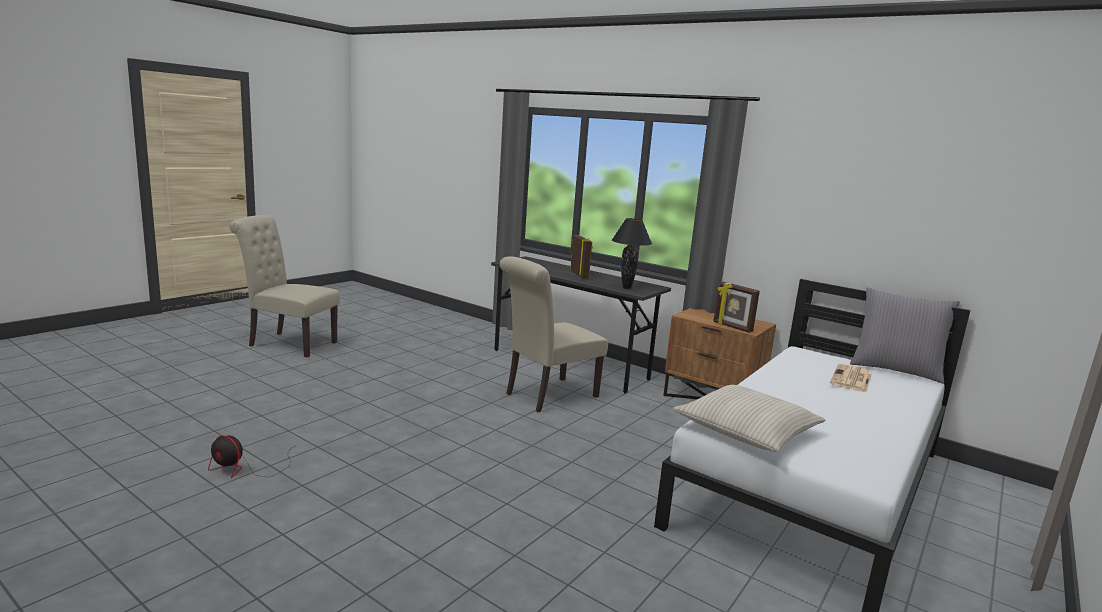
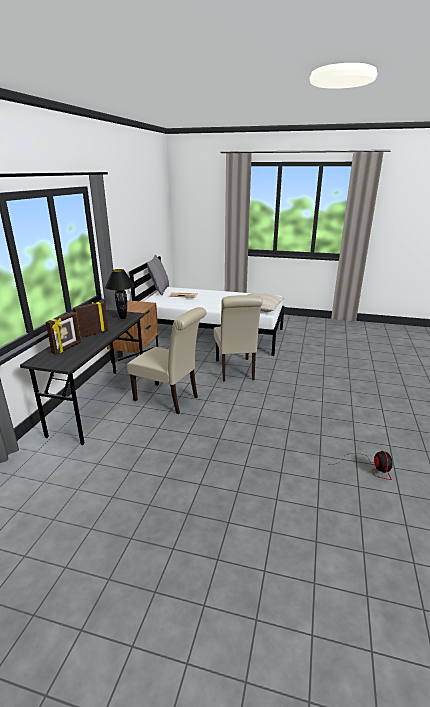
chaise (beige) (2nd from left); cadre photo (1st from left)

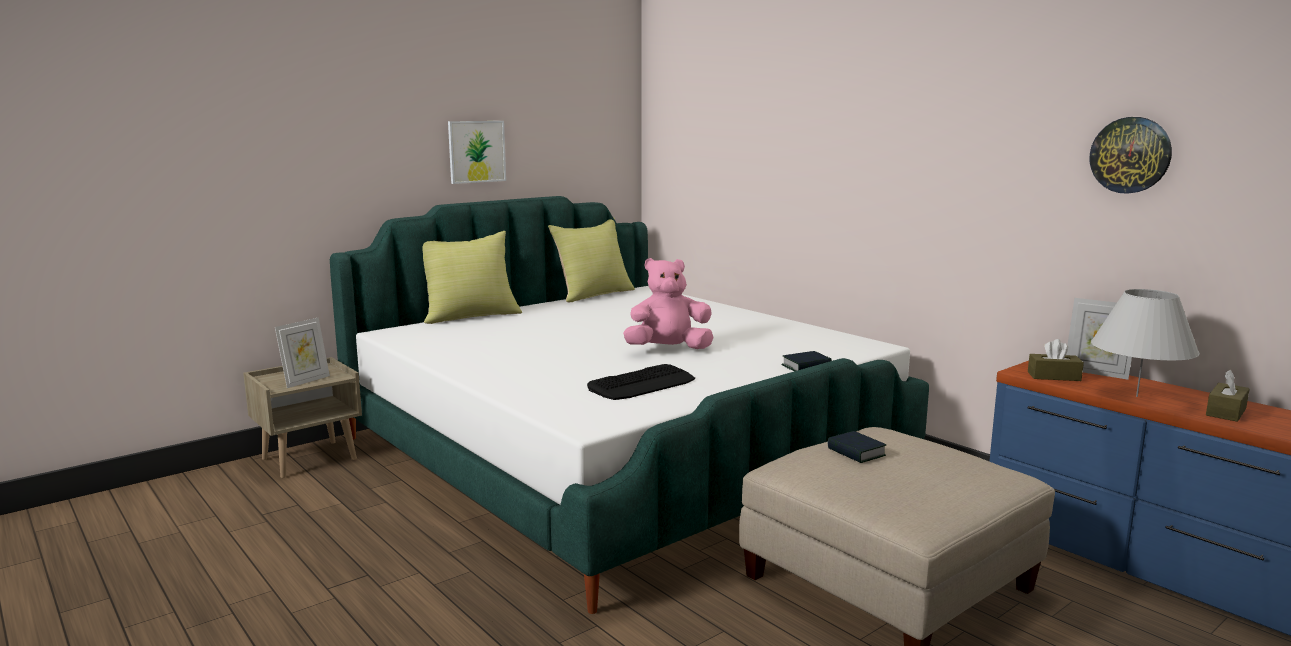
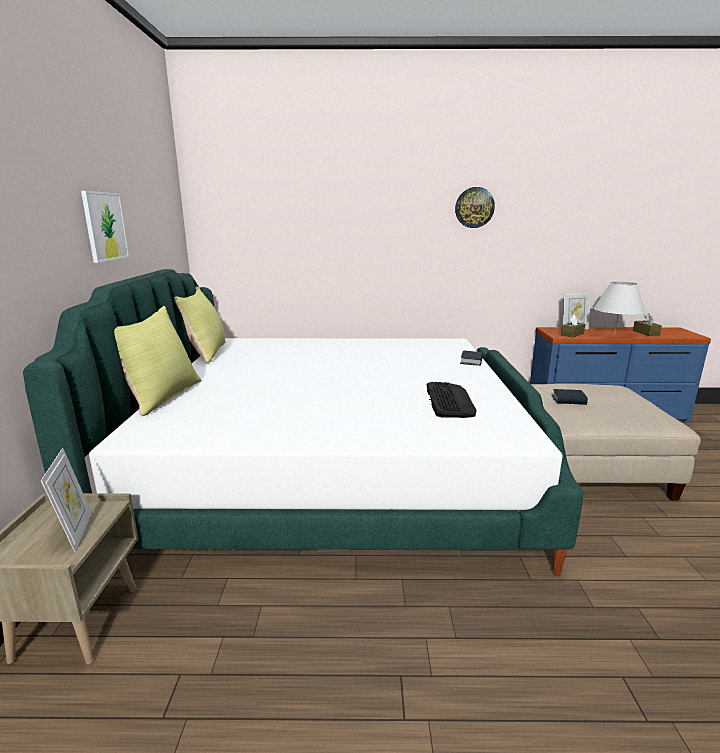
peluche (rose); horloge murale

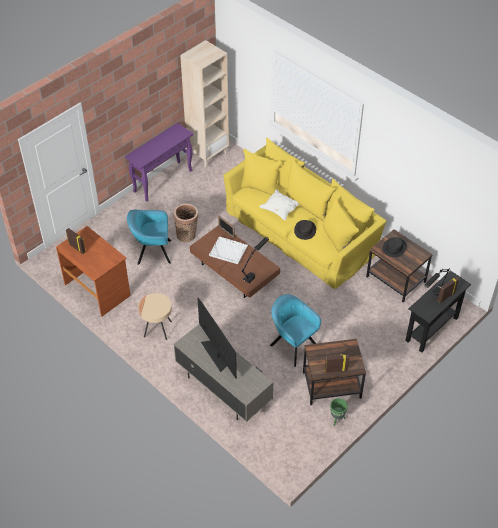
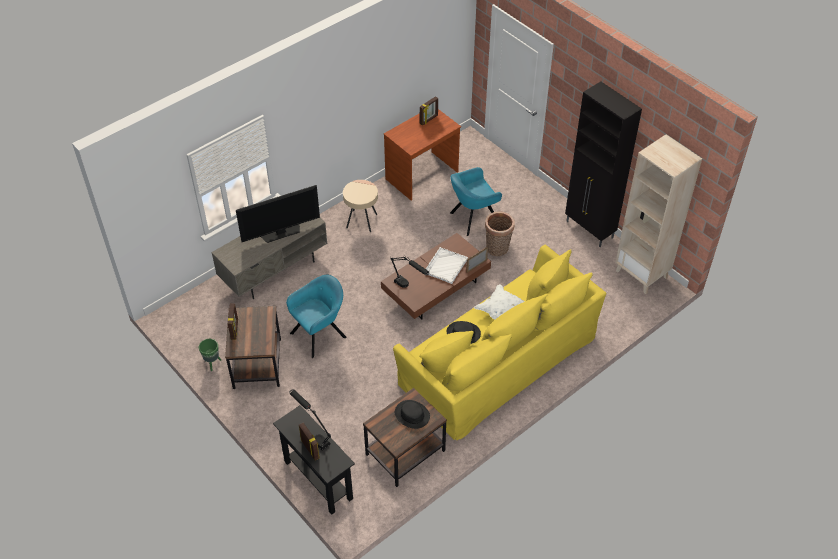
meuble de rangement (noir); fauteuil (turquoise) (2nd from left)

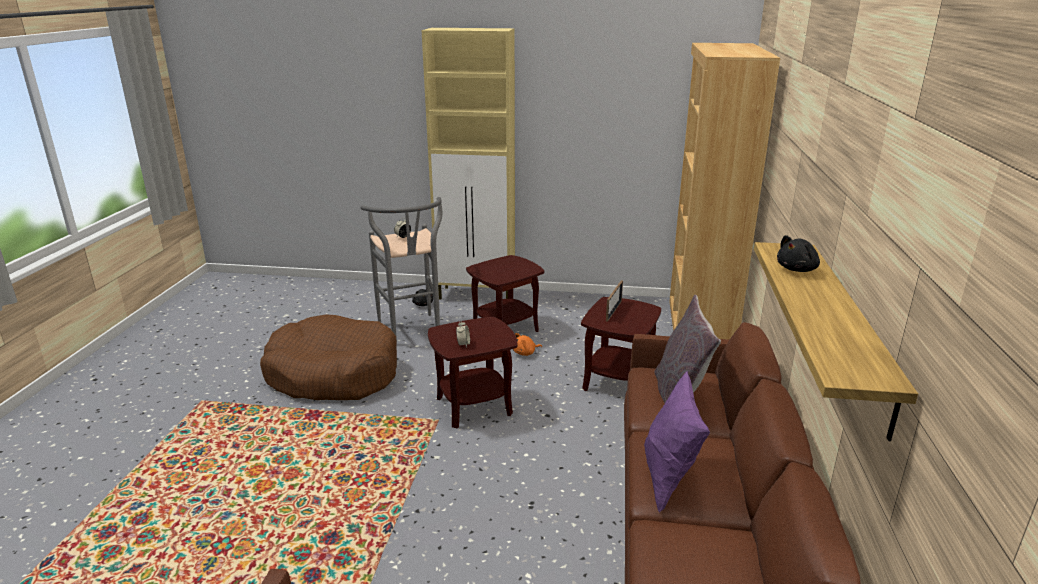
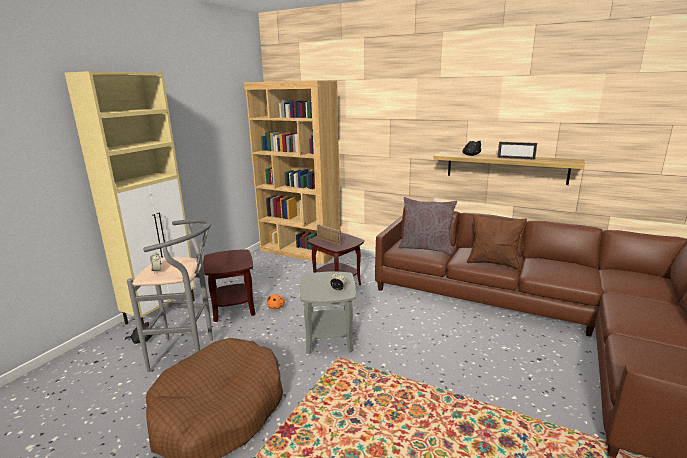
cadre photo (2nd from left); table d'appoint (gris); coussin (marron)

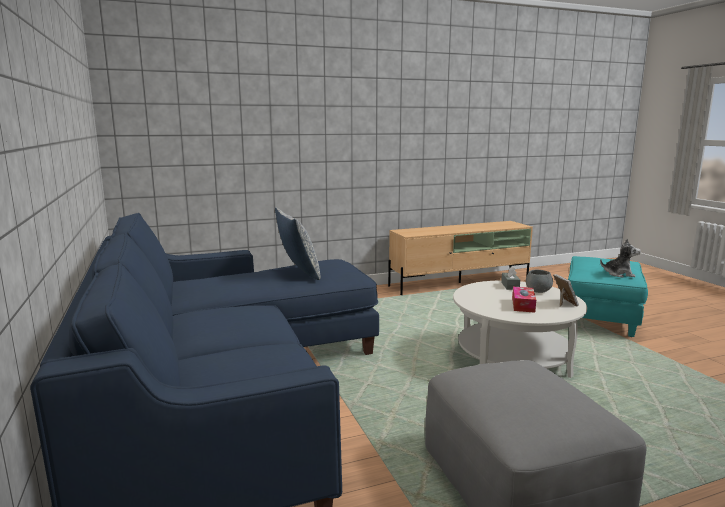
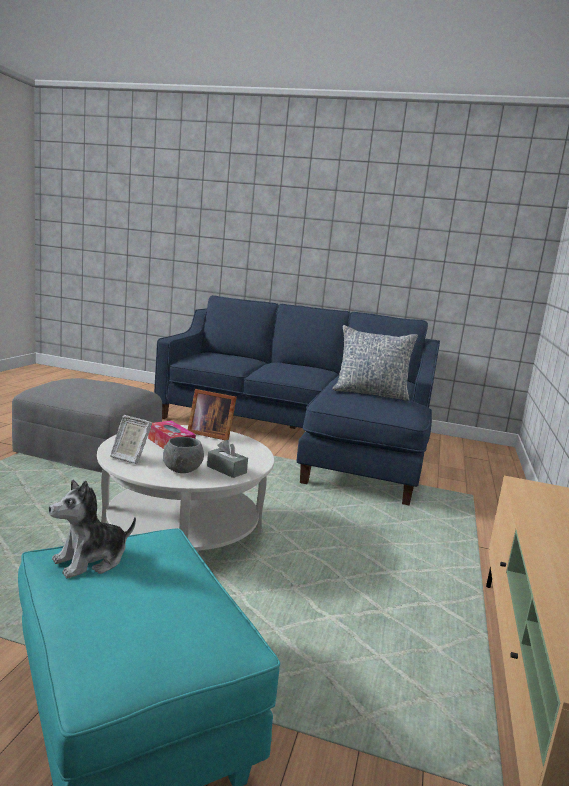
cadre photo (2nd from left)

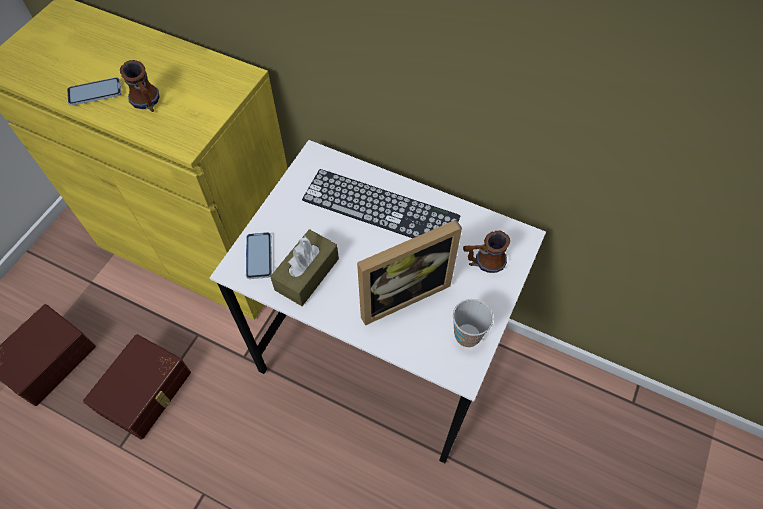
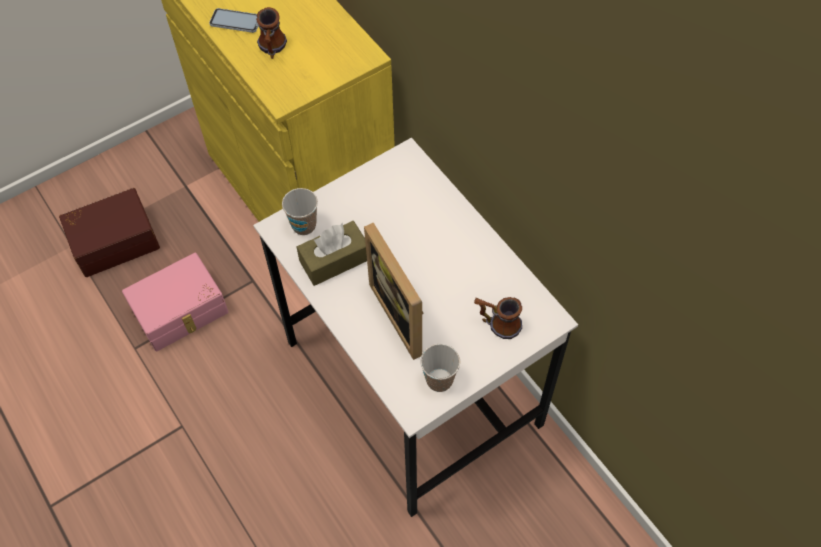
clavier; tasse (1st from left); boîte de rangement (rose); cadre photo

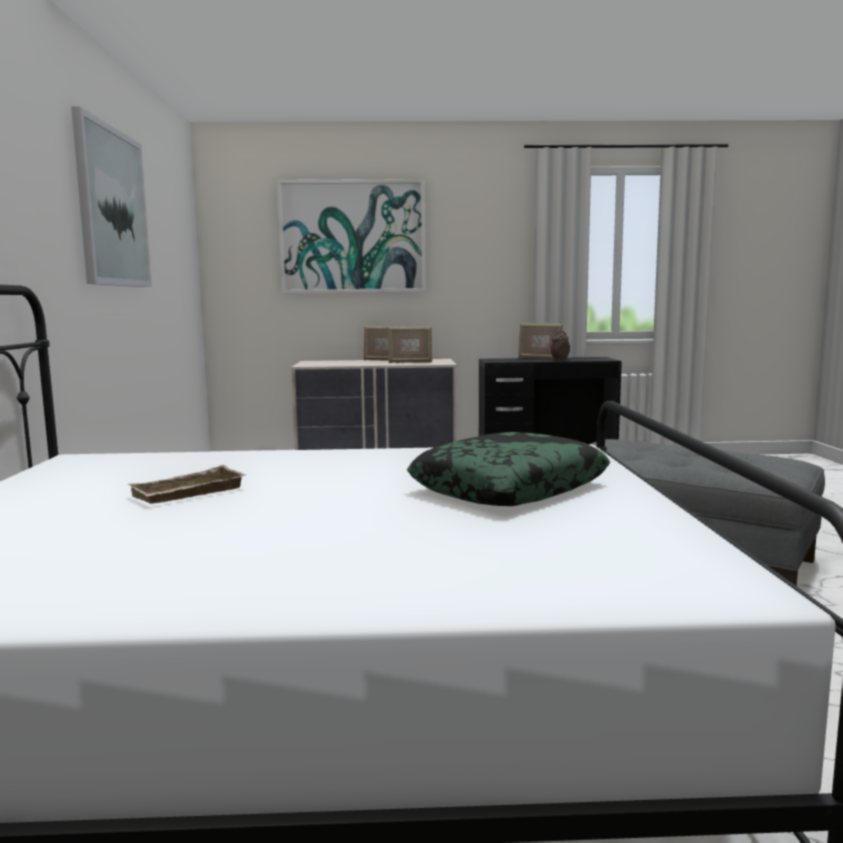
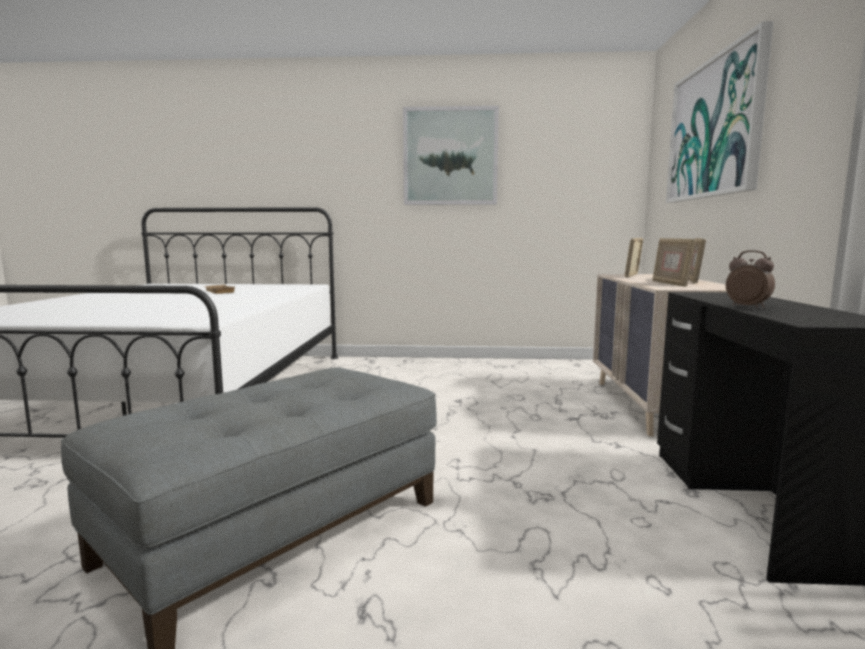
coussin; cadre photo (1st from left)

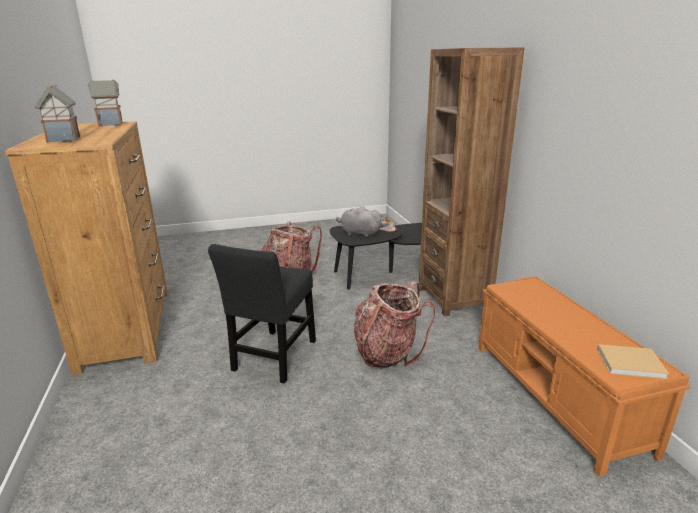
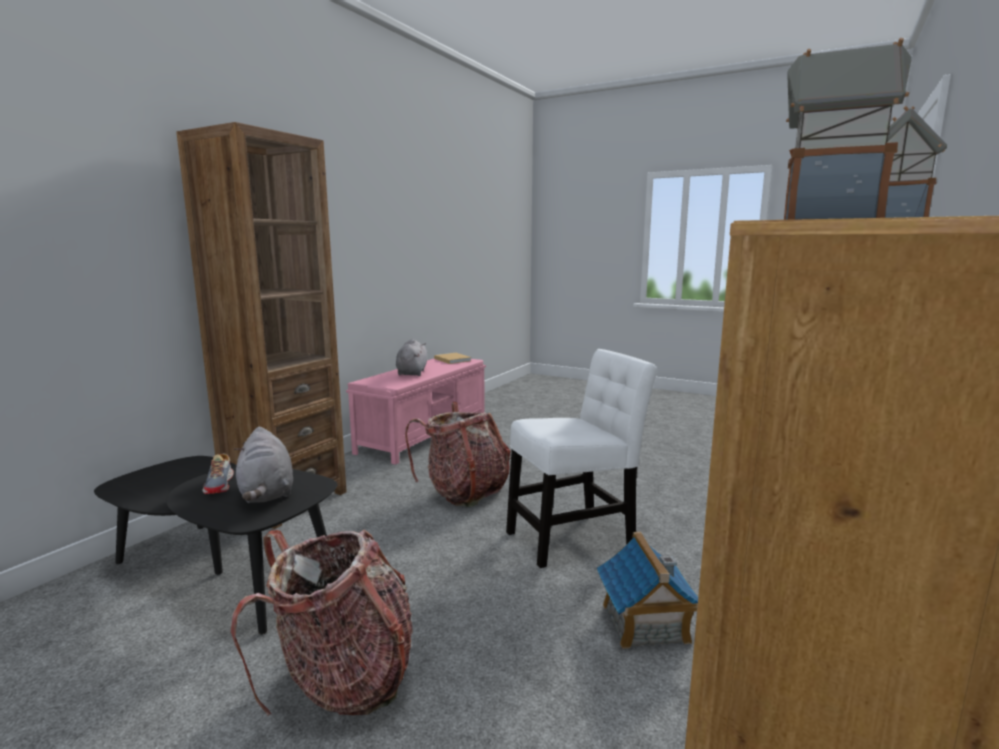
peluche (gris) (2nd from left); maison miniature (1st from left); chaise (blanc); banc (rose)

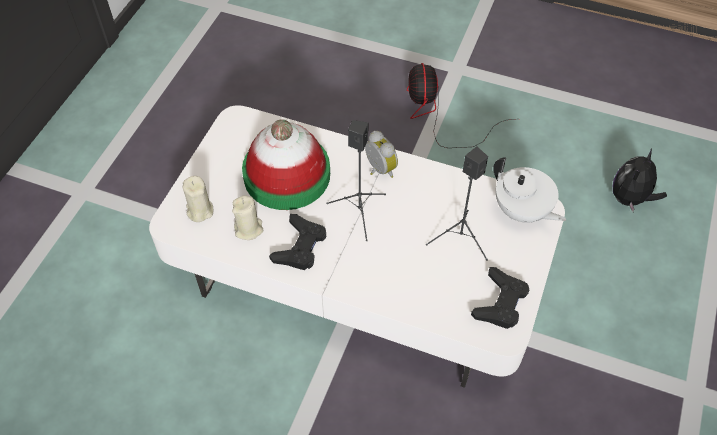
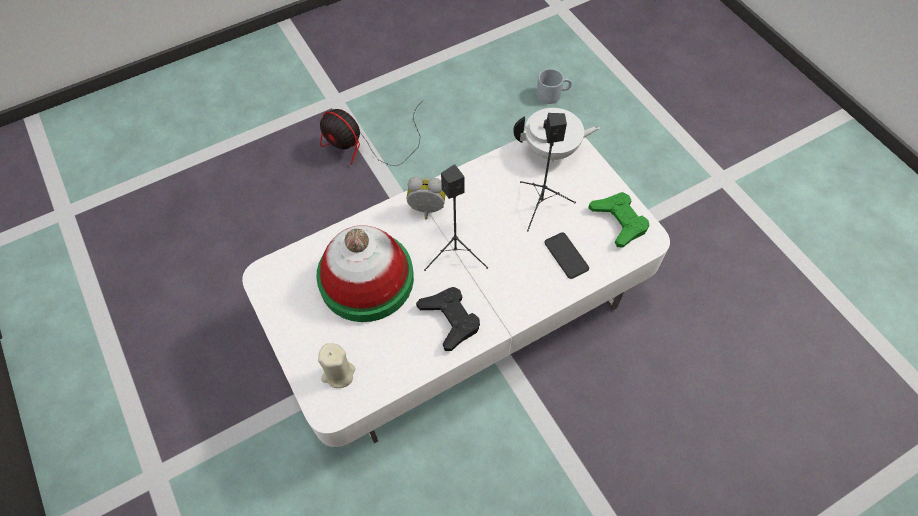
bougie (beige) (2nd from left in the first image); téléphone; mug (gris); manette (vert)

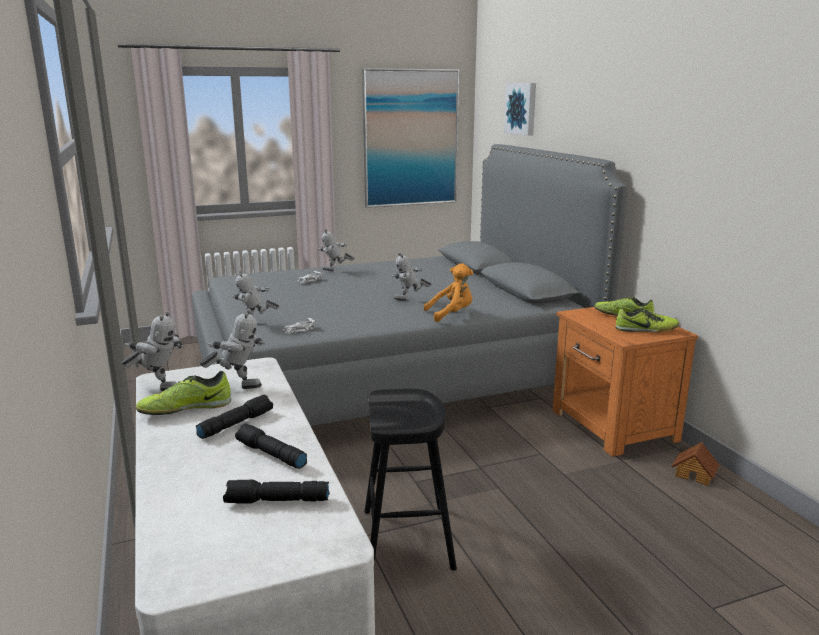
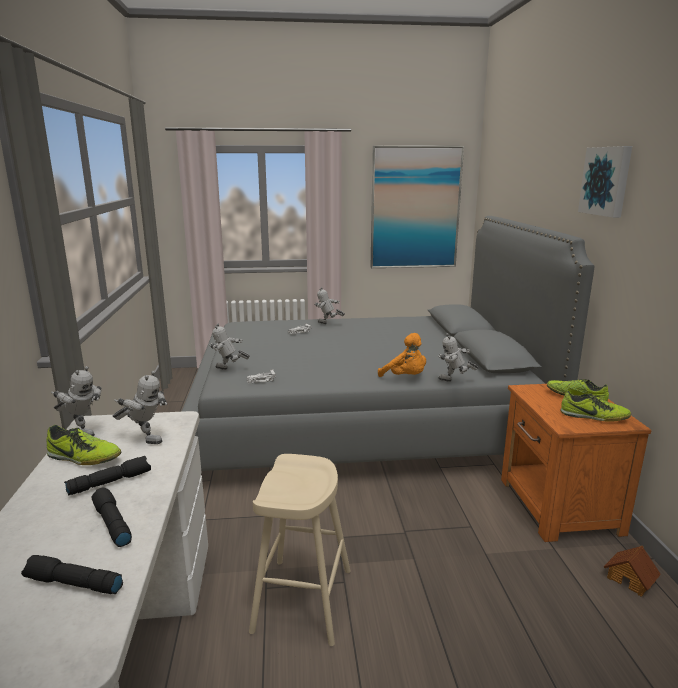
robot jouet (5th from left); tableau (2nd from left); tabouret (beige); chaussure (1st from left); peluche (orange)

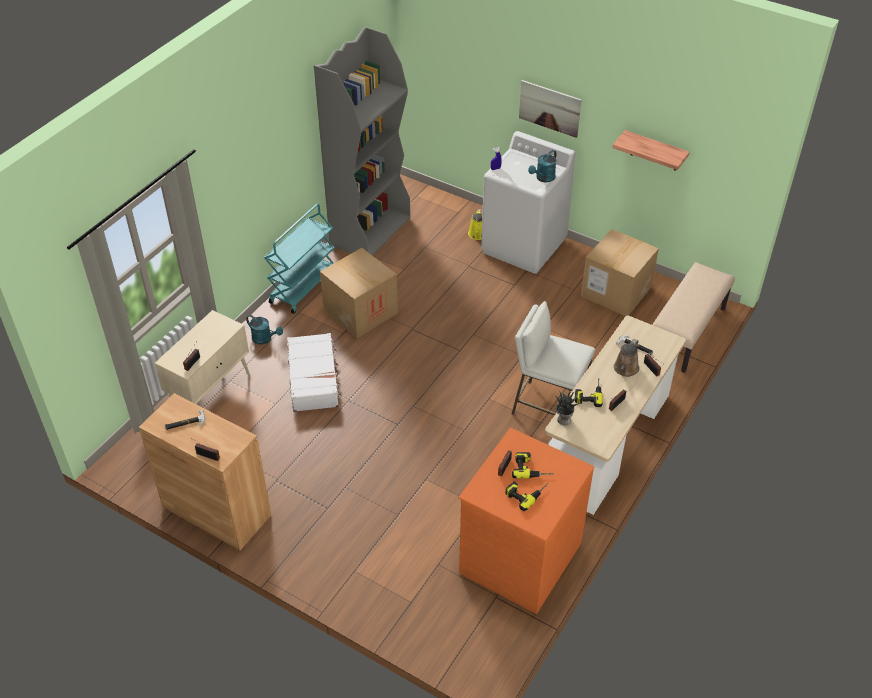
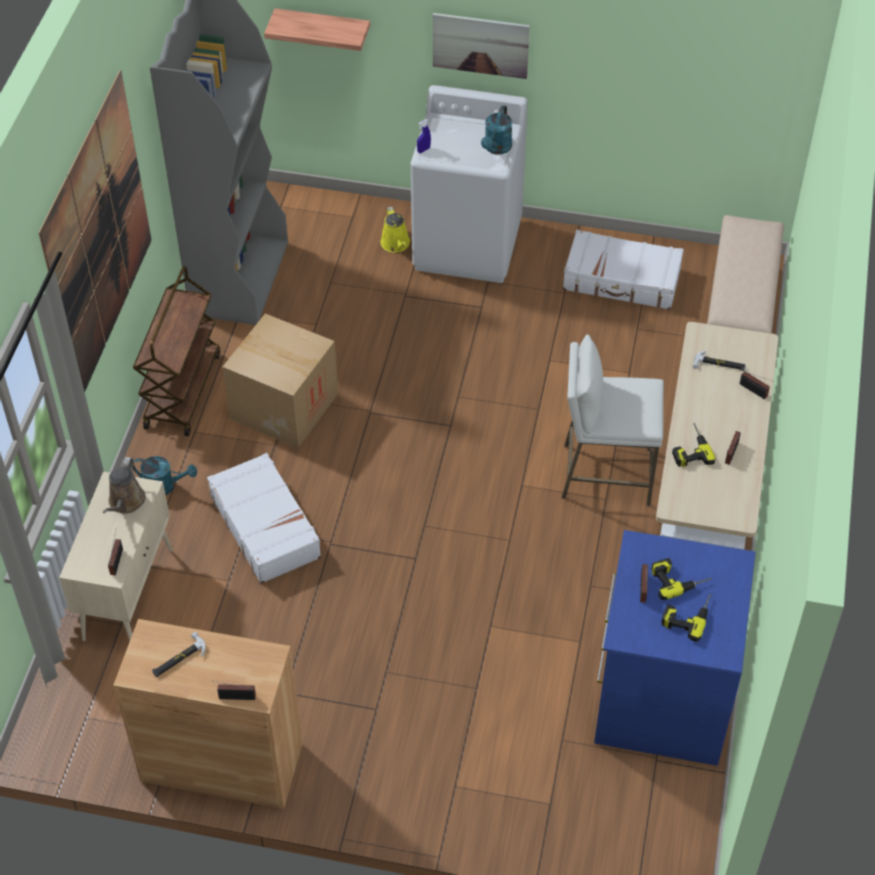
plante en pot; tableau (1st from left); étagère; arrosoir (marron); valise (blanc) (2nd from left); chariot (marron); commode (bleu)

